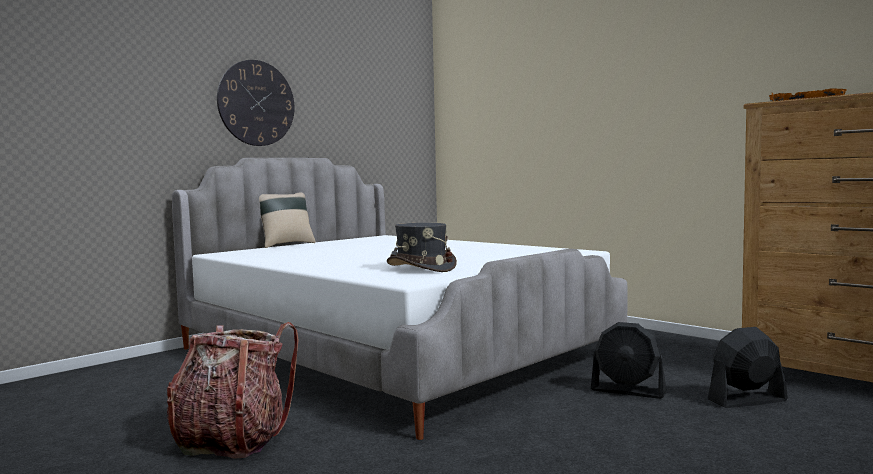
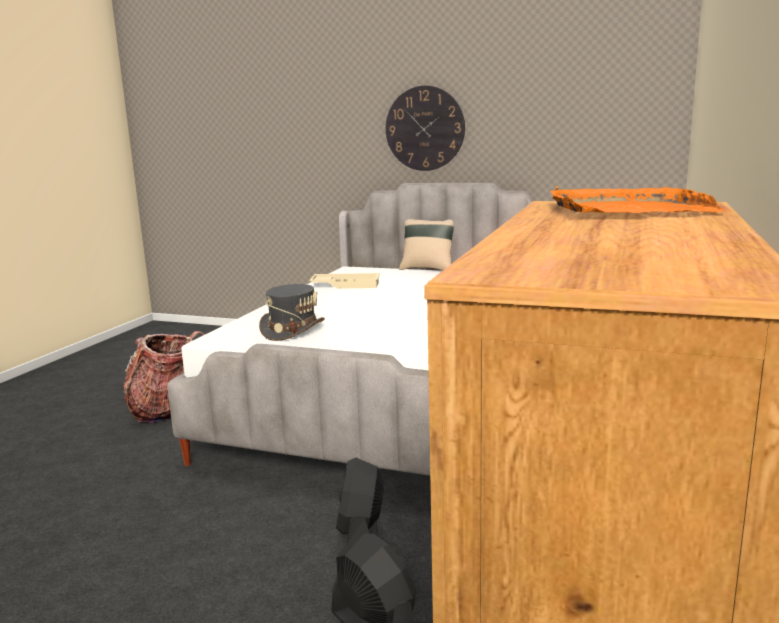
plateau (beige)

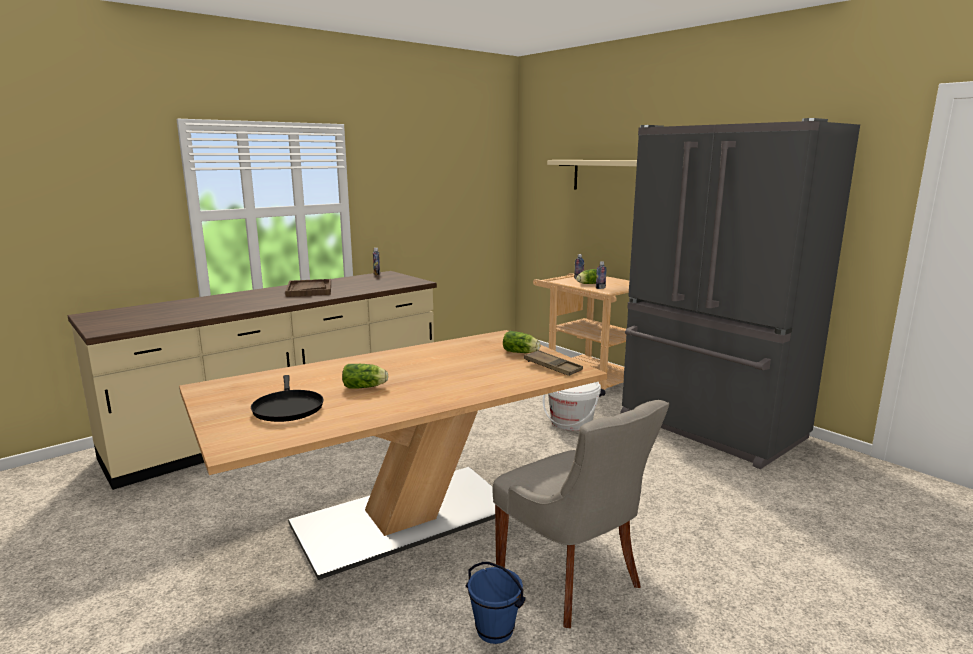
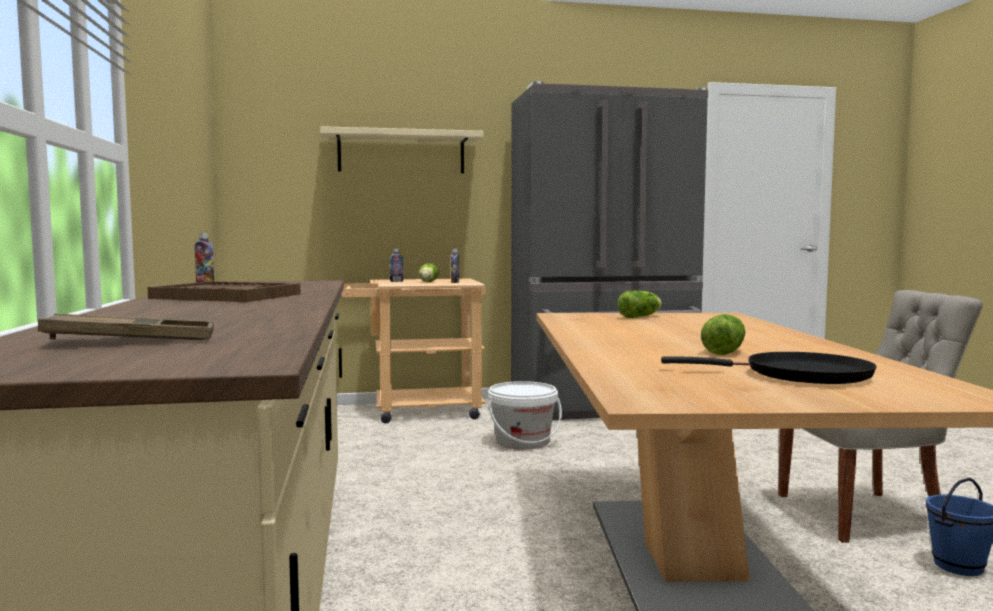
plateau (marron) (1st from left)

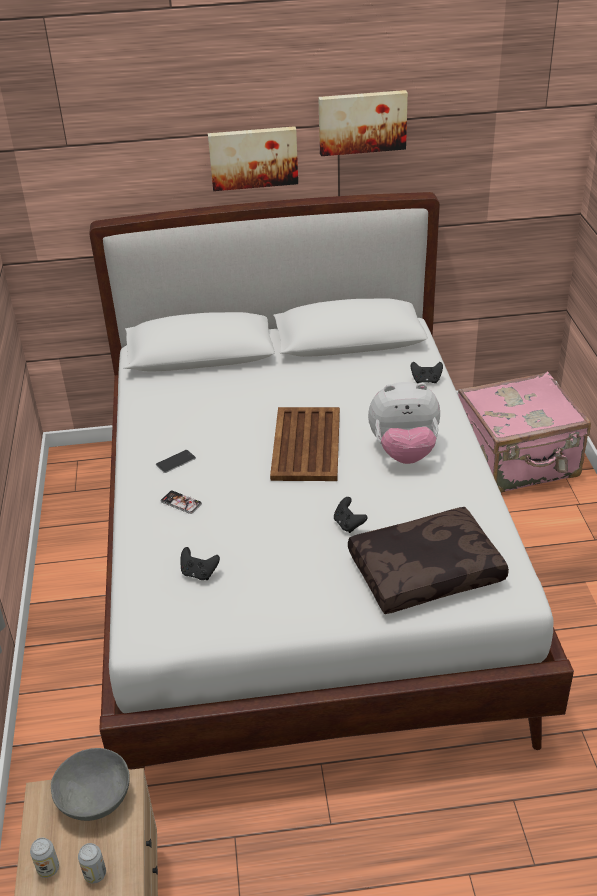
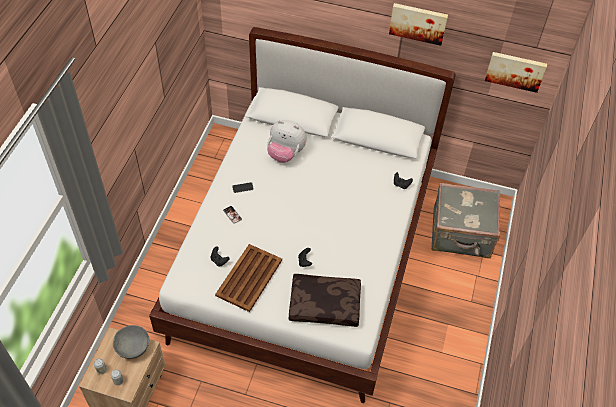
tableau (2nd from left); plateau (marron); peluche; valise (gris)

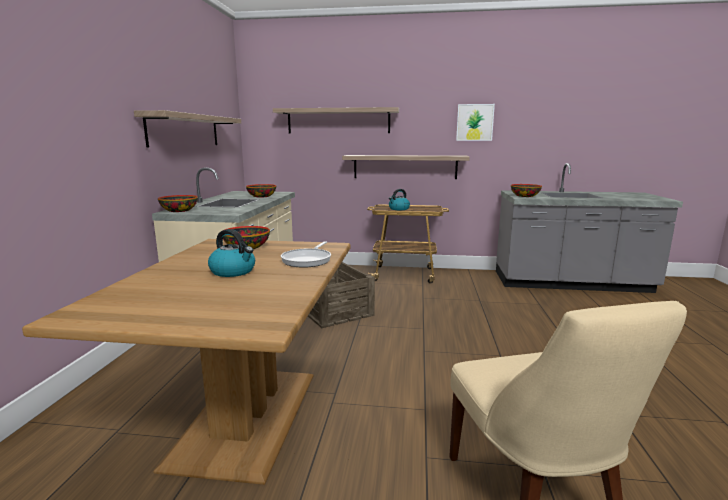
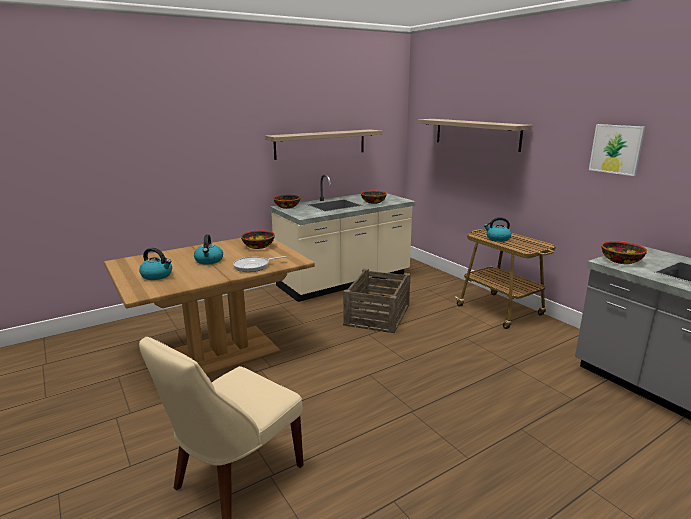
étagère (3rd from left in the first image); bouilloire (1st from left)

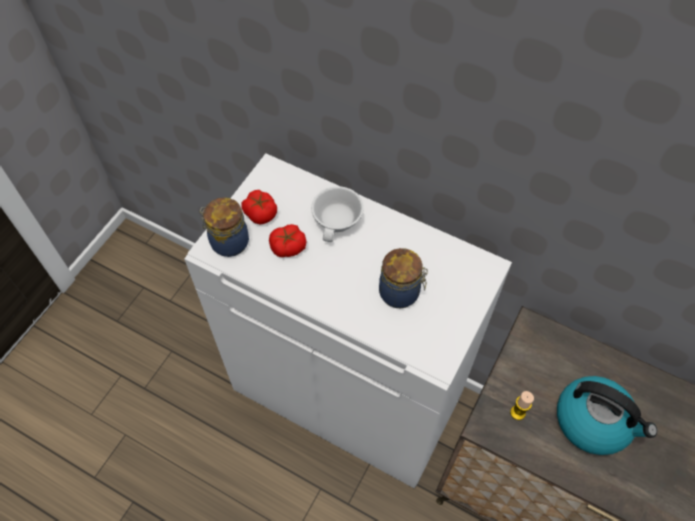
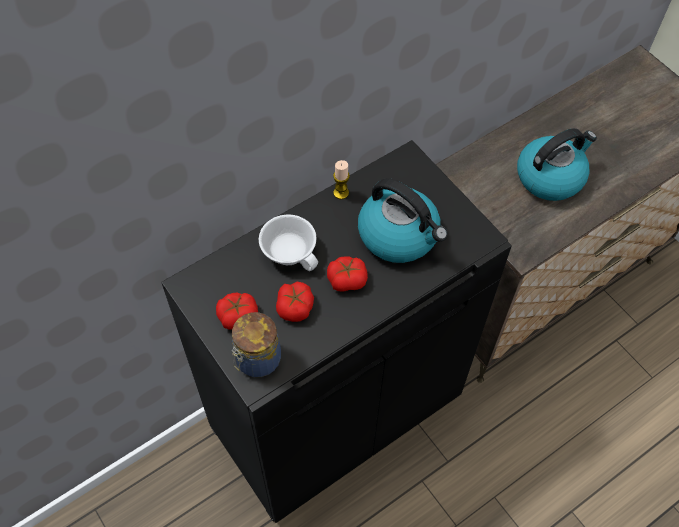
tomate (3rd from left); bougie; bouilloire (1st from left); meuble de rangement (noir)

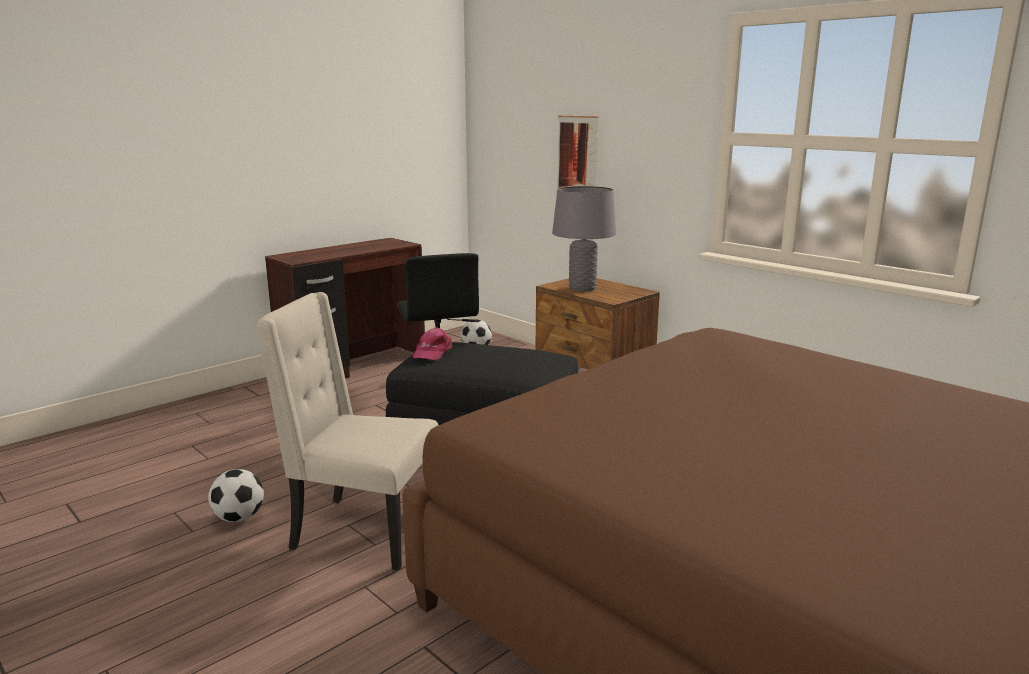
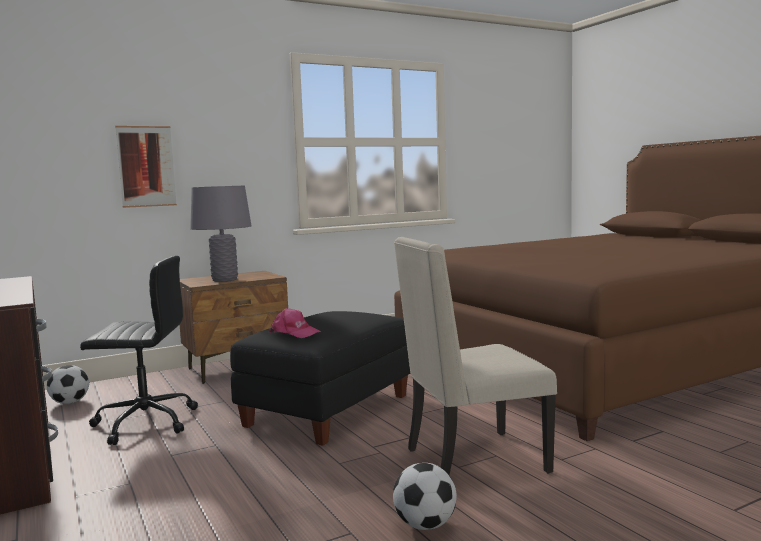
chaise (beige)

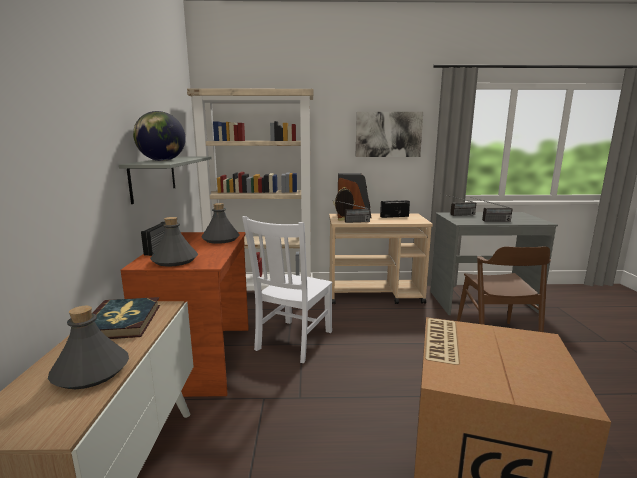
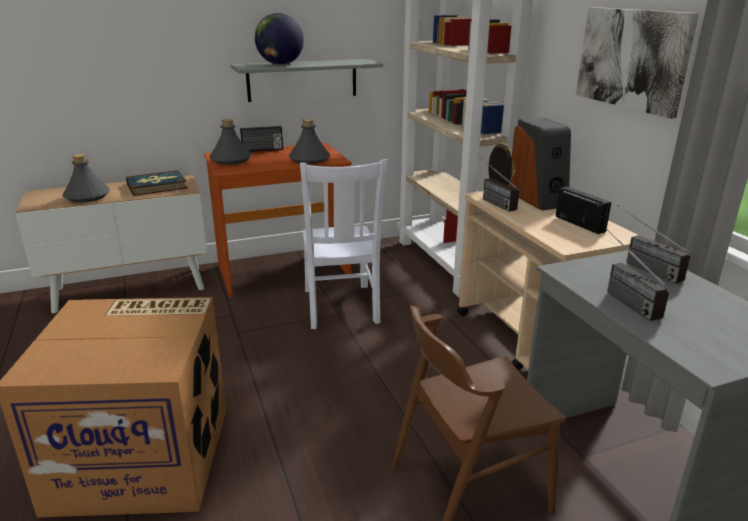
chaise (blanc)

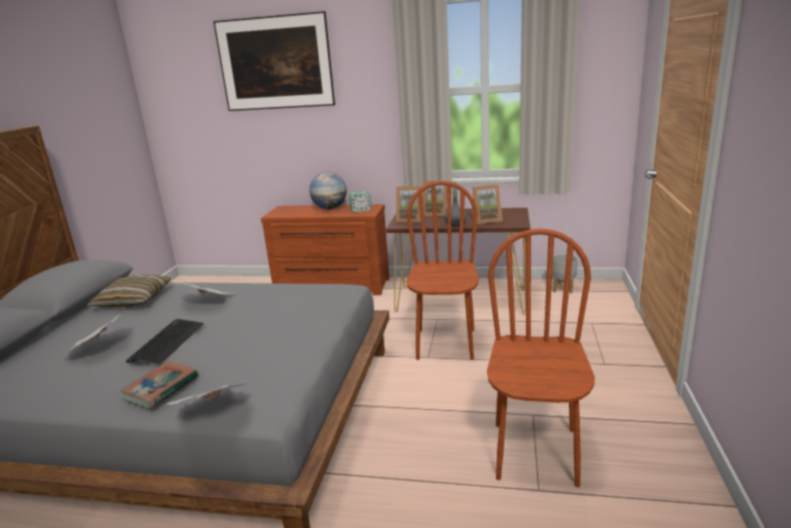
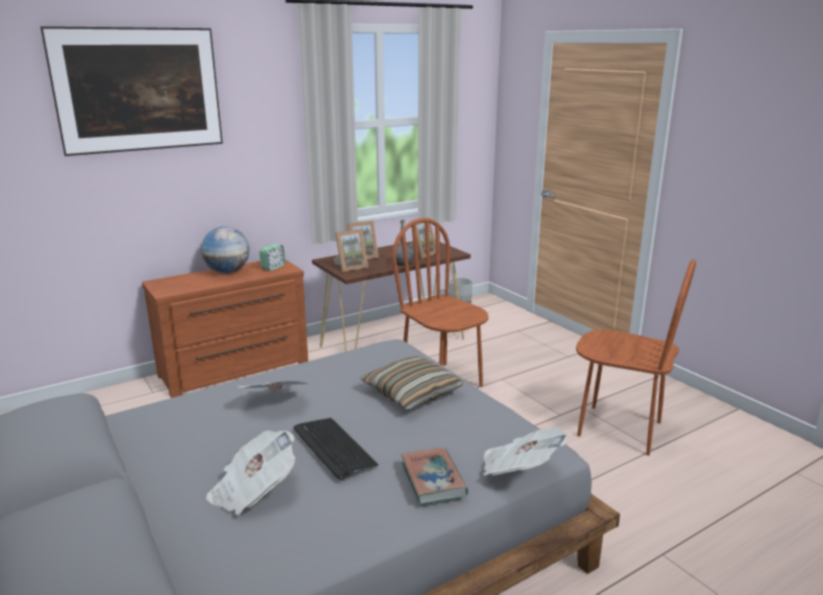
coussin; chaise (marron) (2nd from left)

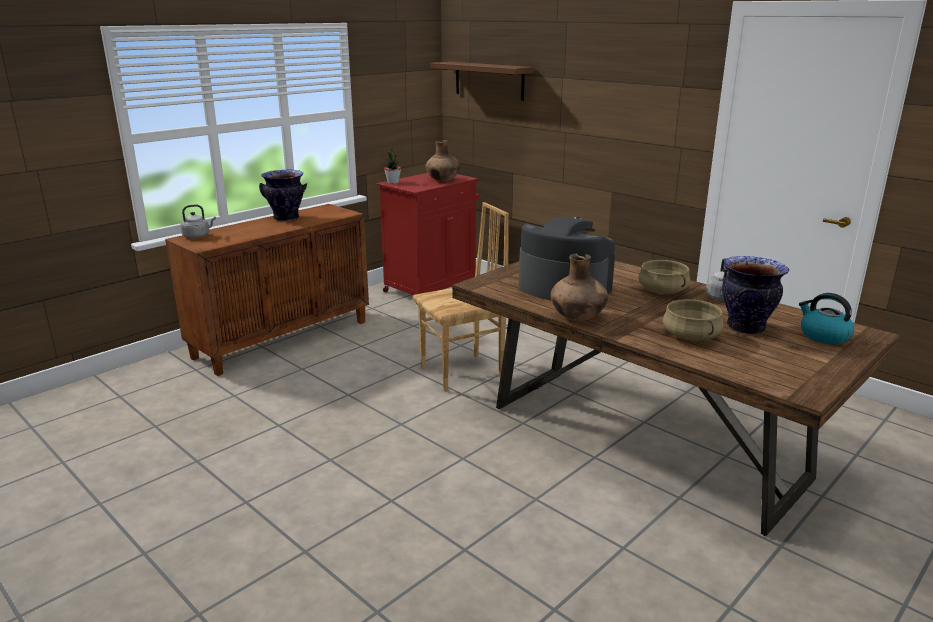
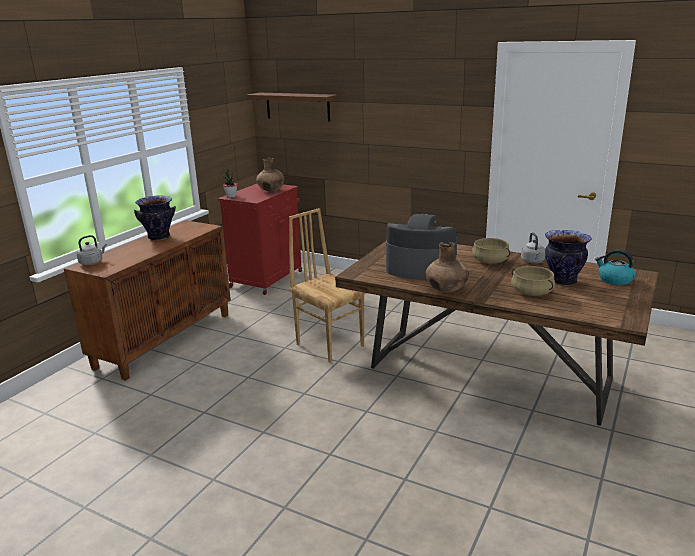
chaise (marron)

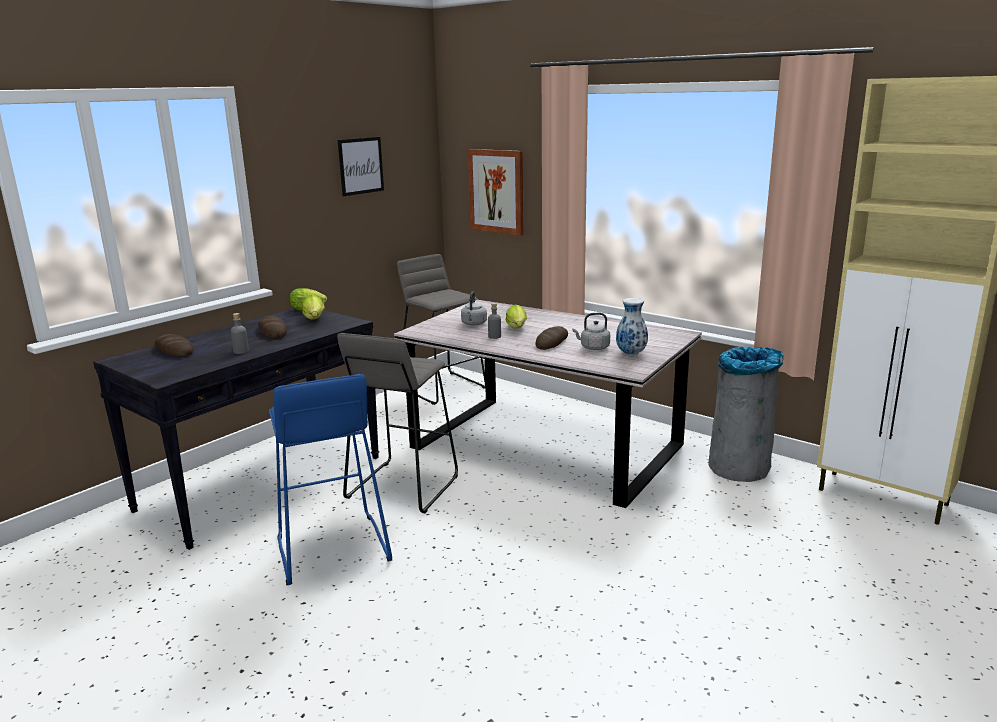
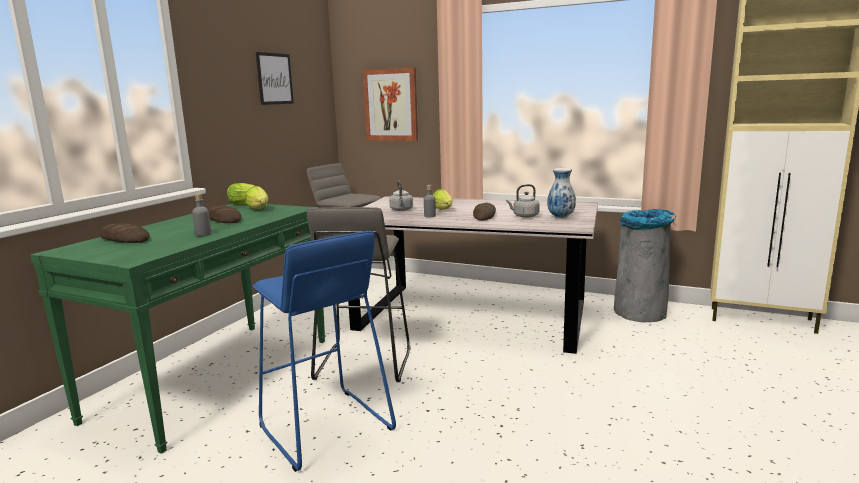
table console (vert)

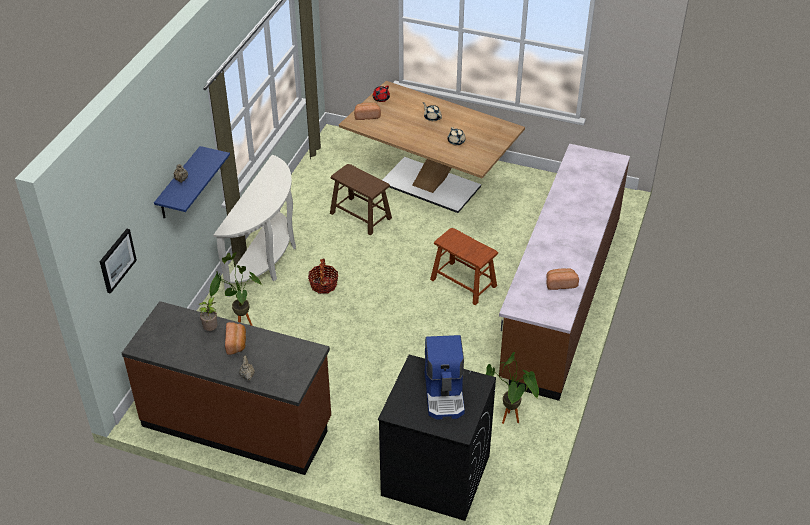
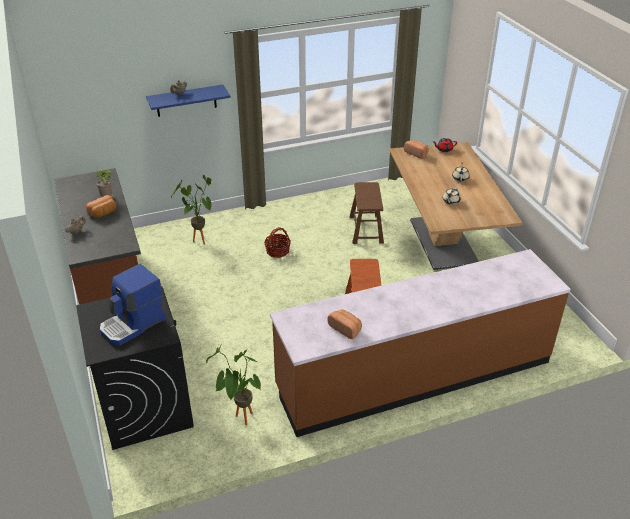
tableau; table console (blanc)

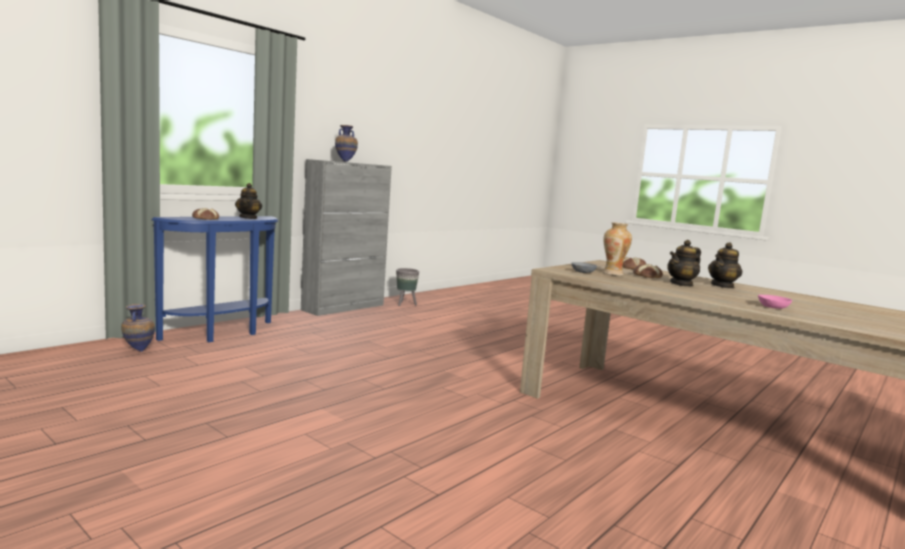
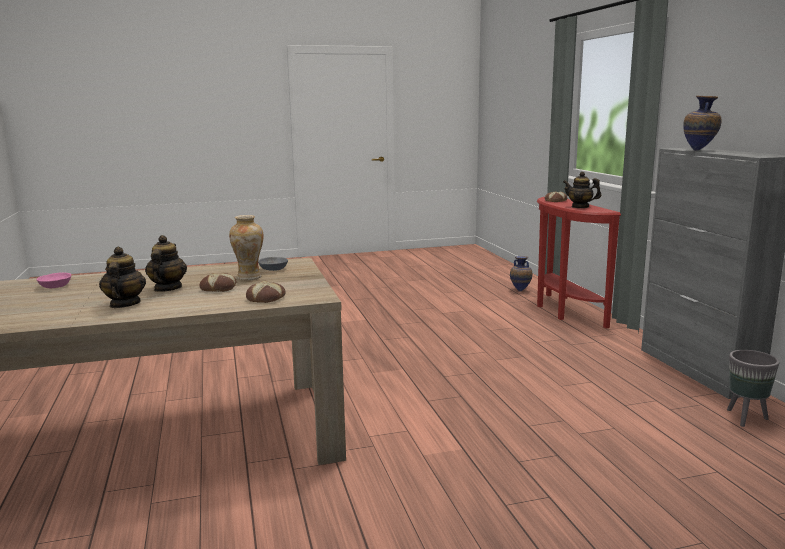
table console (rouge)

